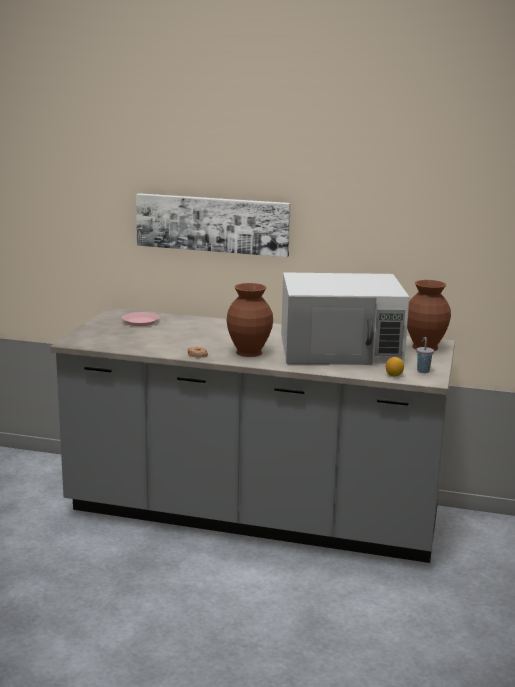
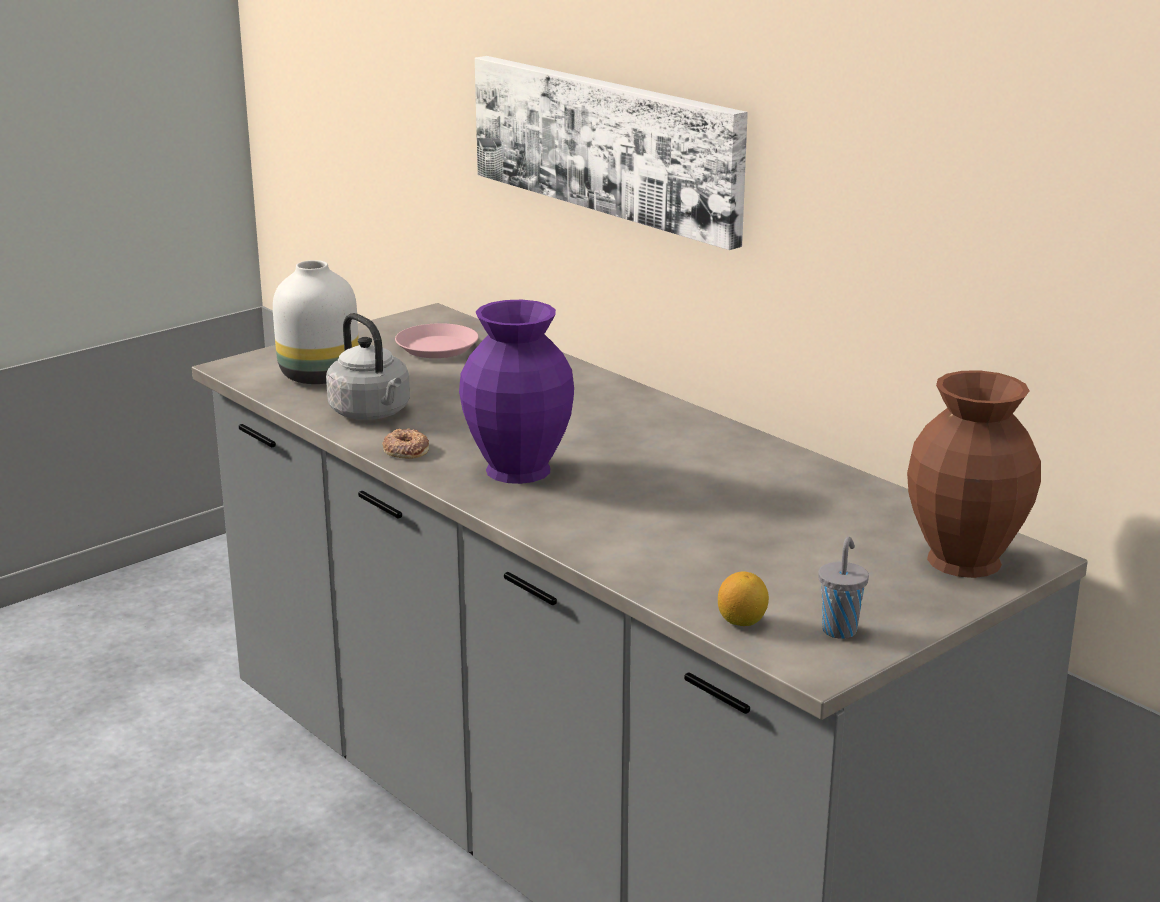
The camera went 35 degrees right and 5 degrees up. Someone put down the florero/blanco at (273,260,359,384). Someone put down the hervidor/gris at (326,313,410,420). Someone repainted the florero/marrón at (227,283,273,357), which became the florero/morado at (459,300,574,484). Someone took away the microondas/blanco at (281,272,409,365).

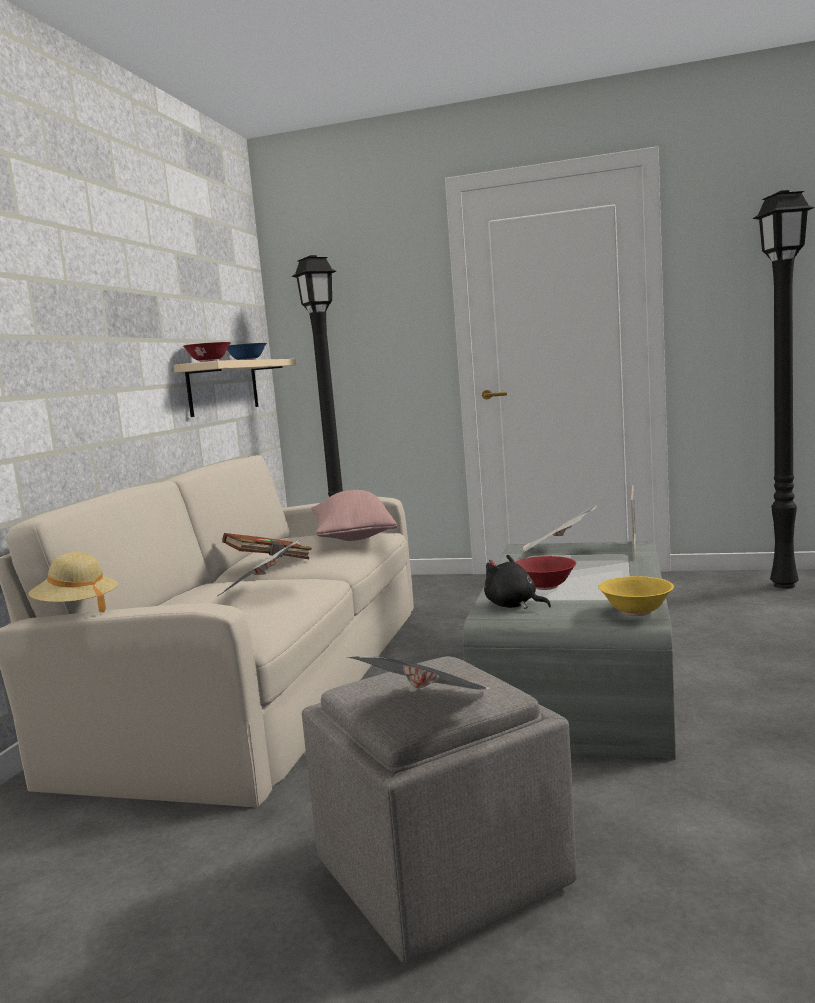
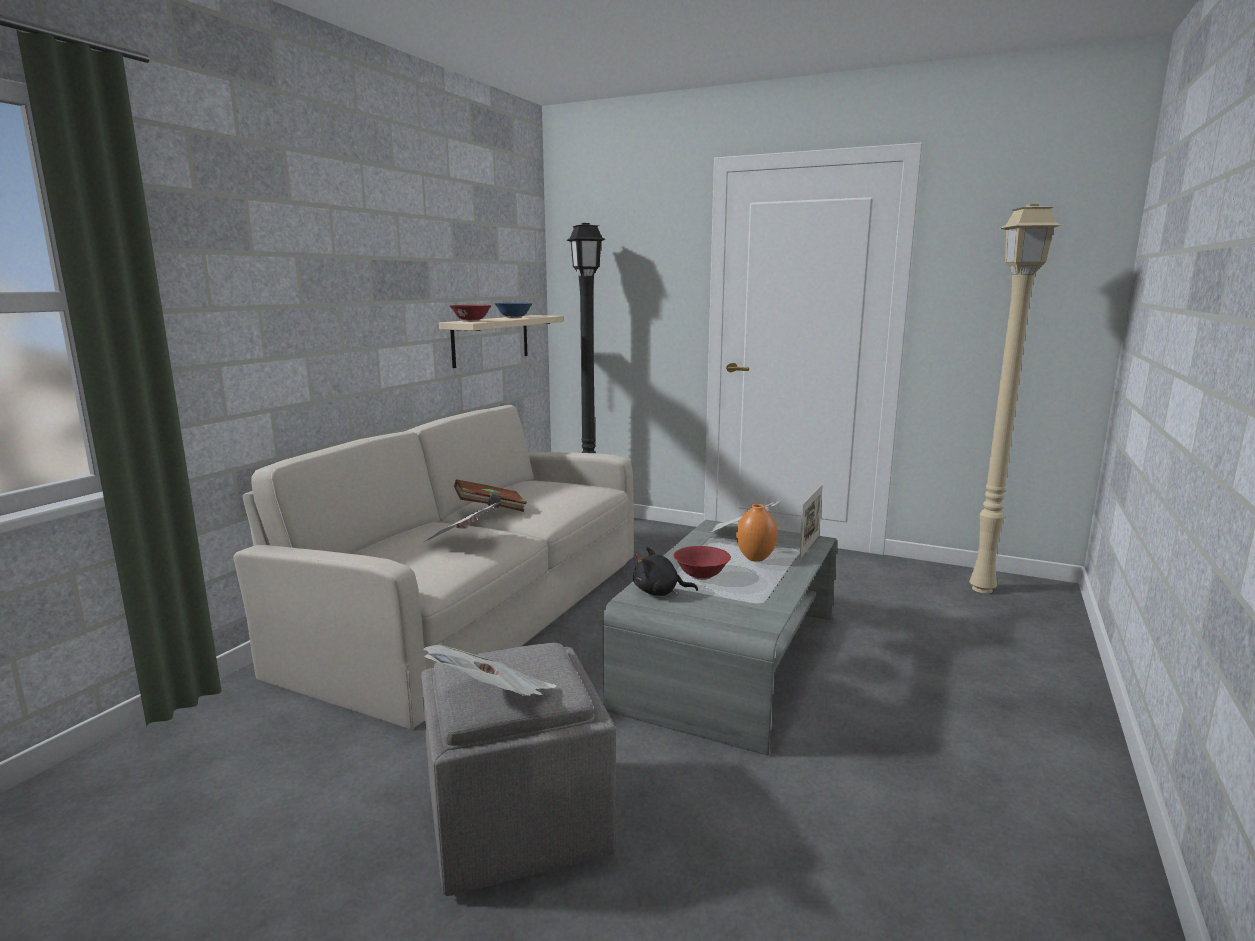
The camera went 10 degrees right and 5 degrees up. Someone rotated the peluche/negro at (484,555,551,609) by 45 degrees counterclockwise. Someone put down the florero/naranja at (736,504,778,562). Someone repainted the lámpara de pie/negro at (753,190,815,589), which became the lámpara de pie/beis at (969,204,1061,593). Someone took away the sombrero/beis at (28,552,118,612). Someone took away the cojín/rosa at (311,490,397,541). Someone took away the cuenco/amarillo at (598,576,674,616).

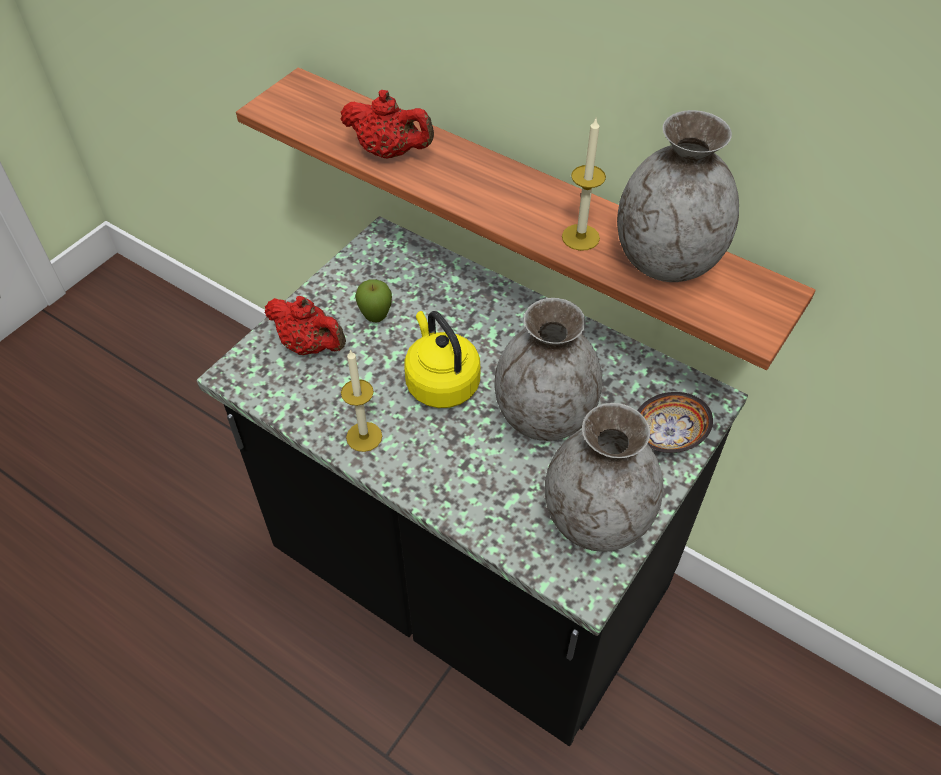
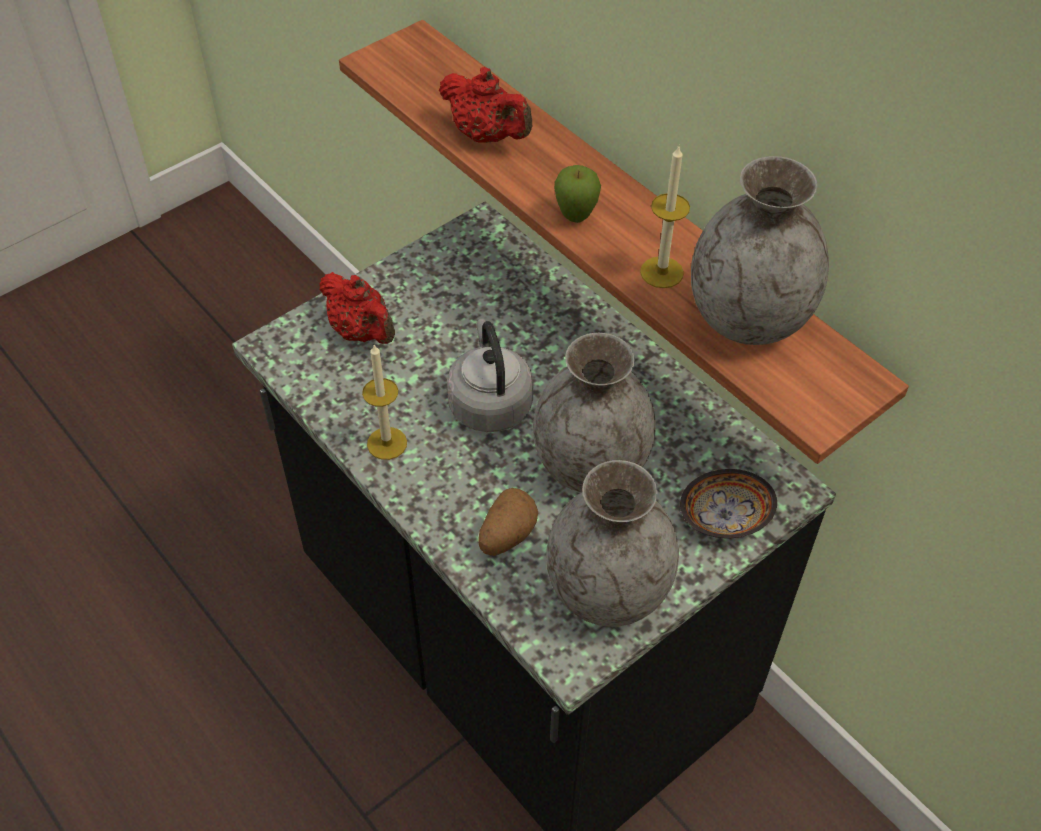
The camera went 15 degrees right and 0 degrees up. Someone repainted the hervidor/amarillo at (404,311,480,408), which became the hervidor/gris at (447,318,533,432). Someone put down the patata at (478,488,538,556). Someone carried the manzana from (355,279,392,322) to (554,165,601,223).

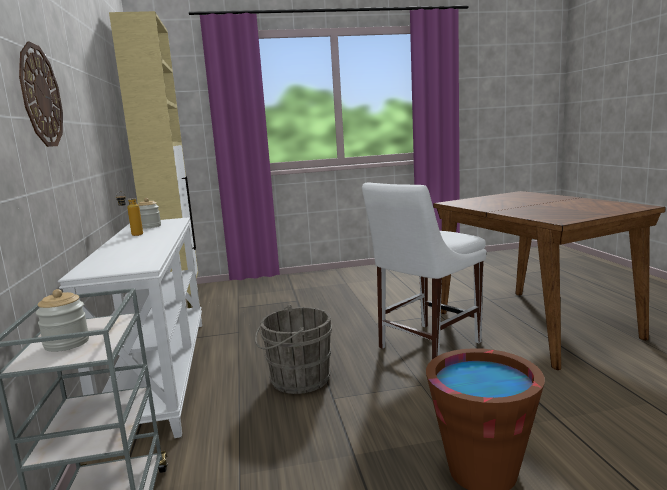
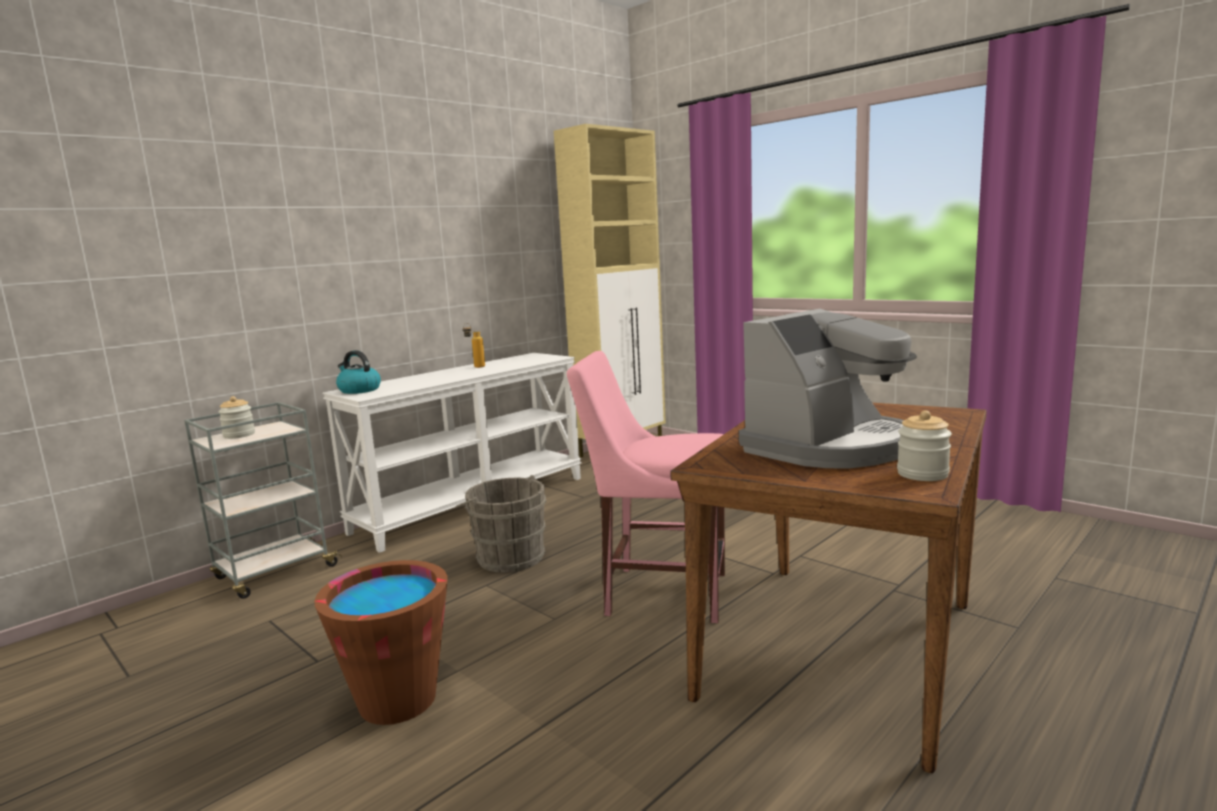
The camera went 55 degrees right and 0 degrees up. Someone put down the hervidor at (336,350,381,394). Someone repainted the silla/blanco at (362,183,487,359), which became the silla/rosa at (567,351,725,623). Someone put down the cafetera at (739,309,917,469). Someone carried the tarro from (138,198,161,229) to (897,410,952,481). Someone took away the reloj de pared at (19,41,63,147).

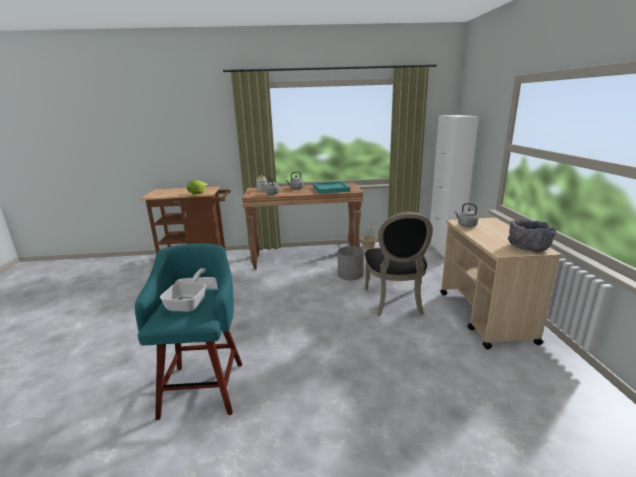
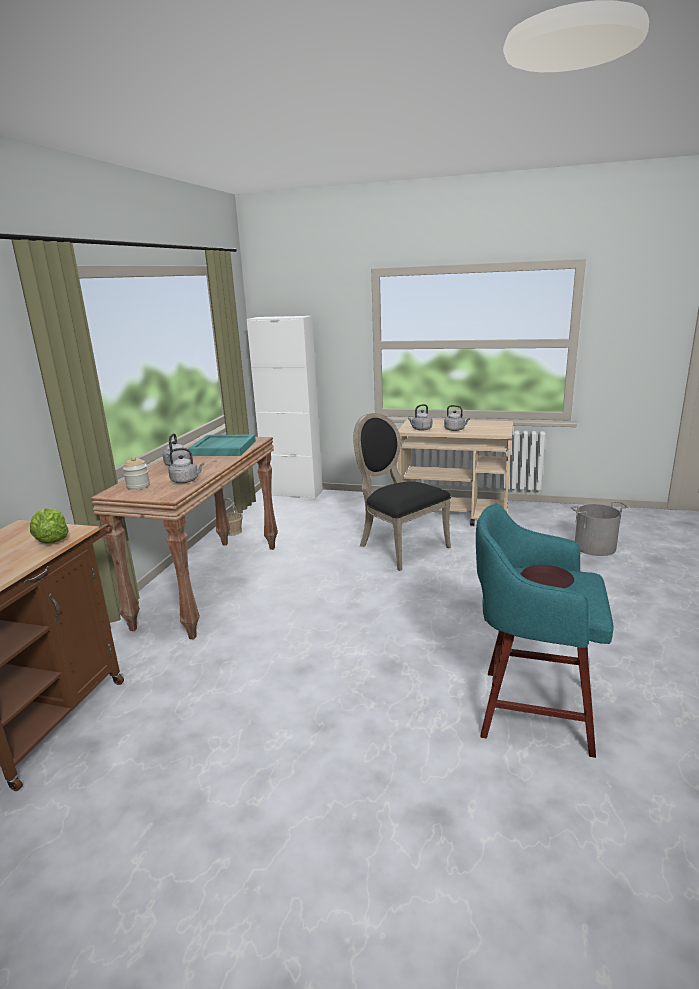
The camera went 70 degrees left and 0 degrees up. Someone rotated the silla/negro at (365,212,433,316) by 150 degrees counterclockwise. Someone put down the hervidor/gris at (444,405,470,431). Someone swapped the sartén at (160,268,206,312) for the plato/marrón at (521,565,574,588). Someone carried the cubo/gris from (337,242,365,280) to (570,501,629,556). Someone took away the cuenco/gris at (508,220,556,252).

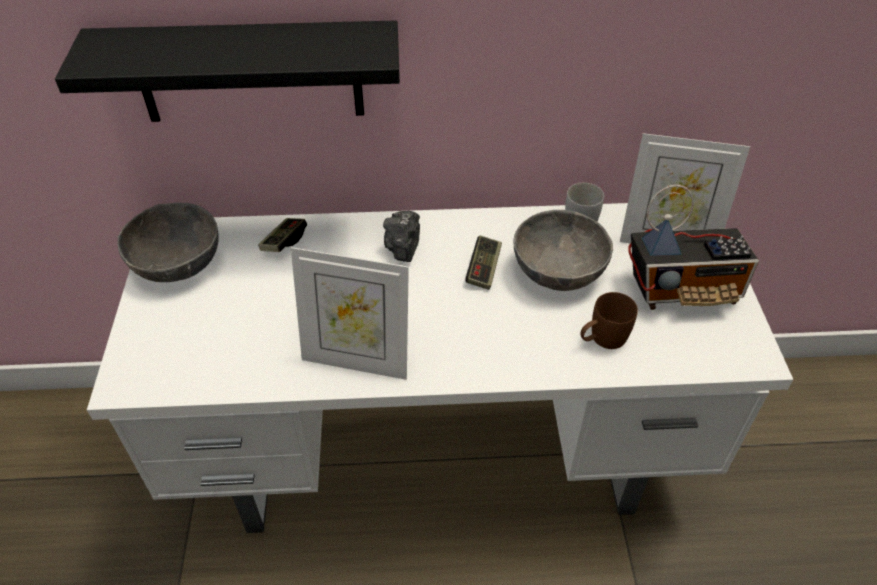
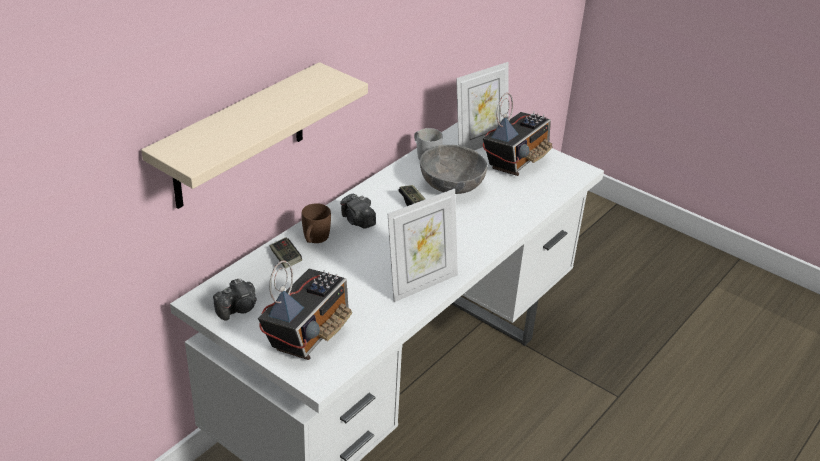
The camera went 50 degrees left and 10 degrees down. Someone repainted the estante/negro at (55,20,400,122), which became the estante/beis at (141,62,368,209). Someone swapped the cuenco/gris at (117,202,219,282) for the cámara at (213,279,257,321). Someone put down the radio at (258,261,352,360). Someone carried the taza grande/marrón from (580,292,638,349) to (302,203,331,243).

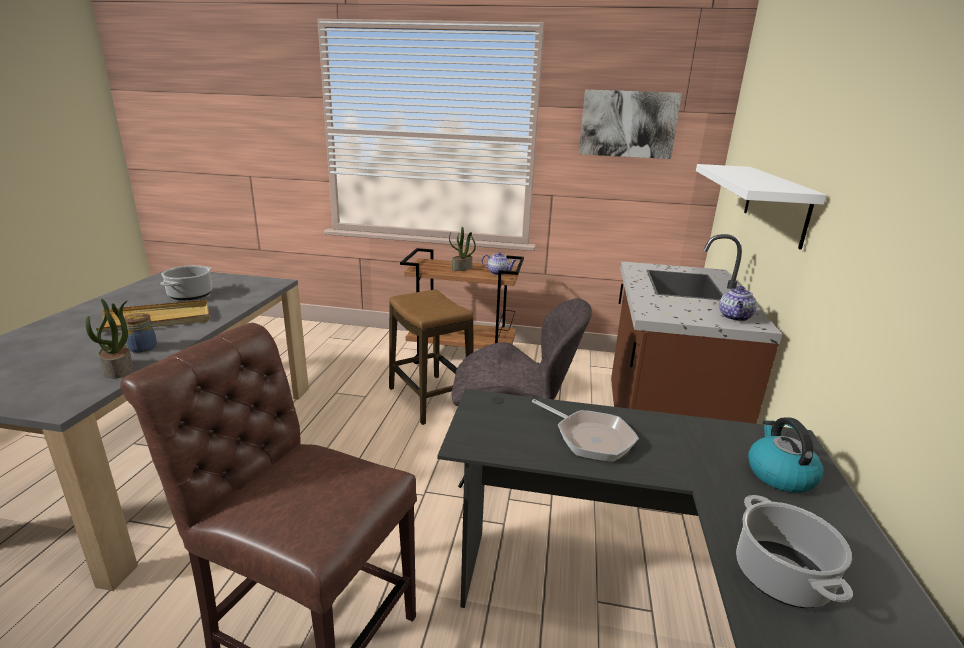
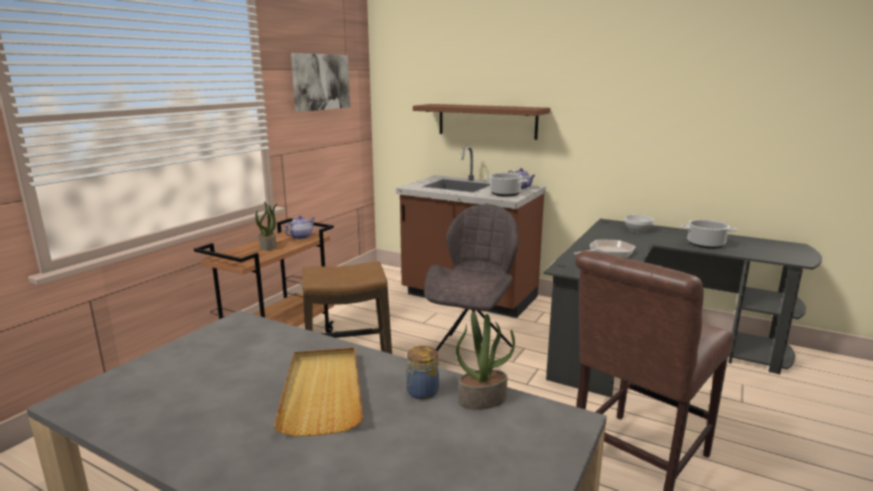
The camera went 70 degrees left and 5 degrees down. Someone repainted the estante/blanco at (696,164,827,250), which became the estante/marrón at (413,104,551,140). Someone carried the olla from (160,265,212,300) to (484,173,528,197). Someone swapped the hervidor at (748,417,823,493) for the cuenco at (625,215,654,233).

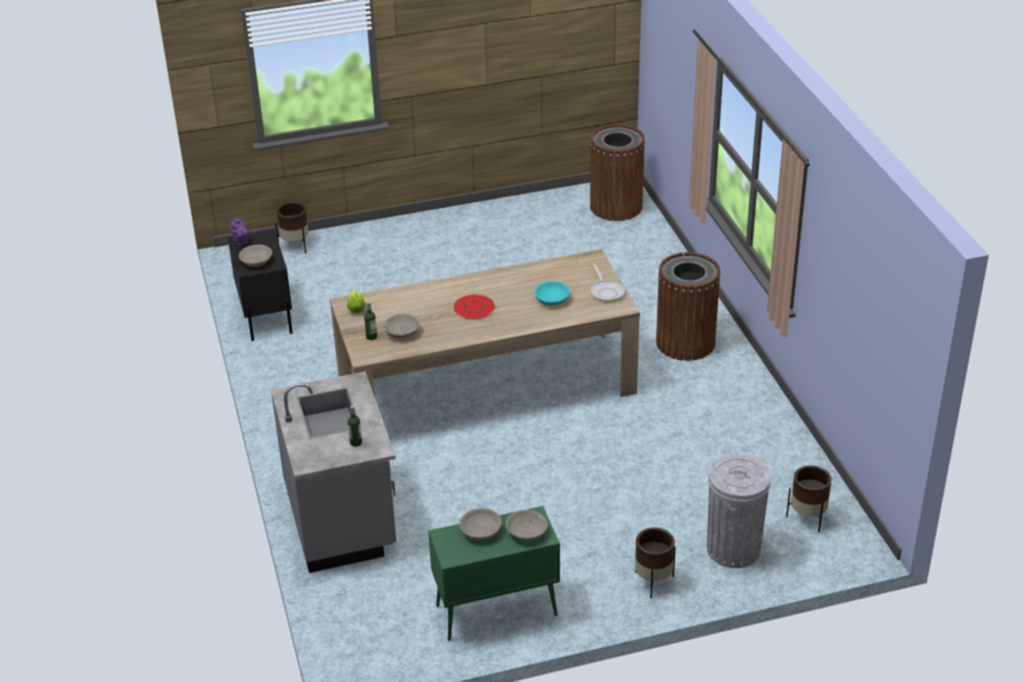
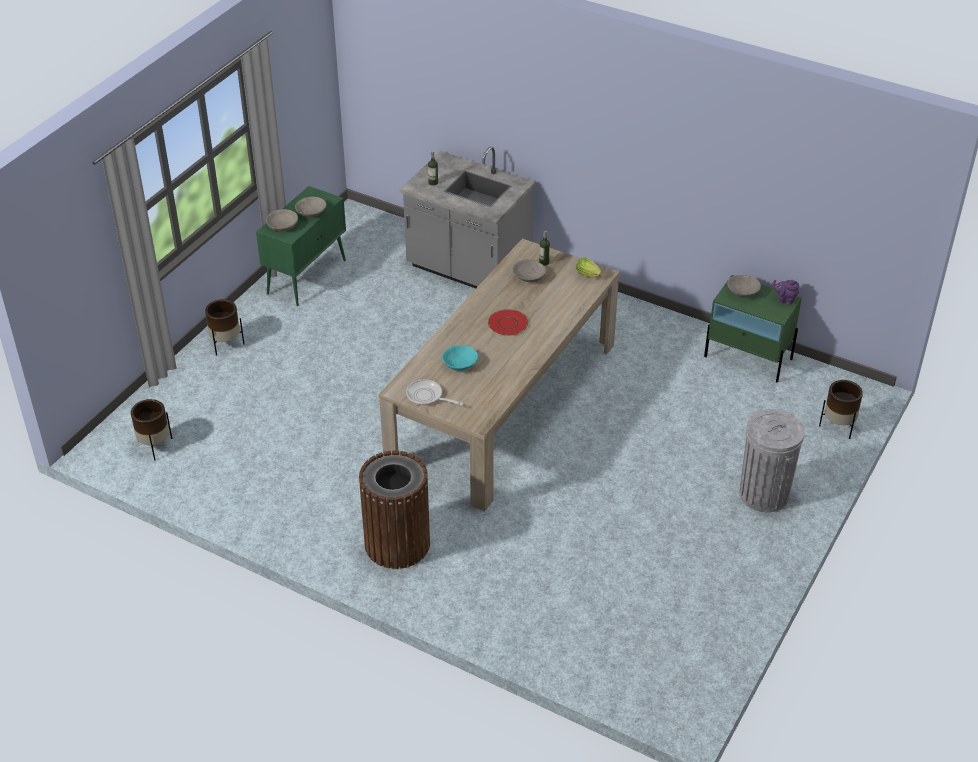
The camera went 135 degrees right and 5 degrees up. Someone repainted the mesita de noche/negro at (228,229,293,341), which became the mesita de noche/verde at (704,275,802,382). Someone carried the papelera/gris from (707,454,771,568) to (739,409,805,512). Someone took away the papelera/marrón at (590,124,645,221).

